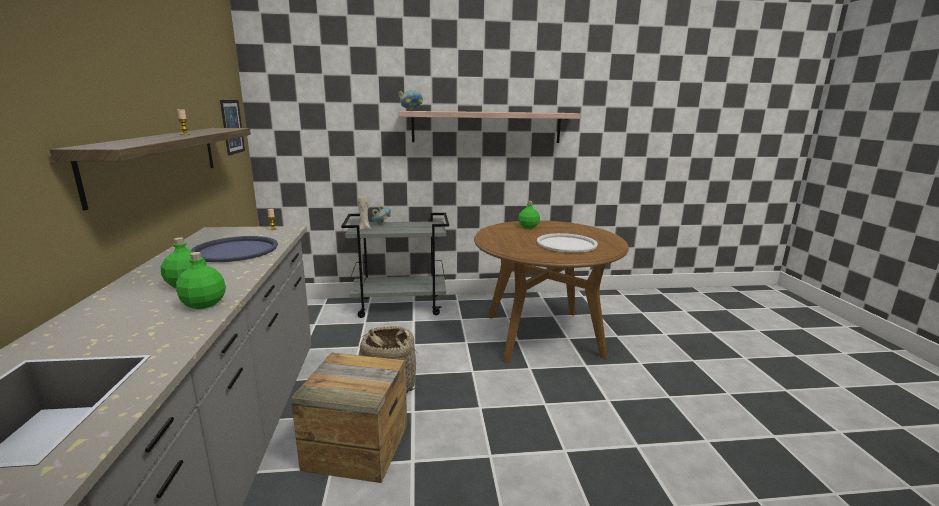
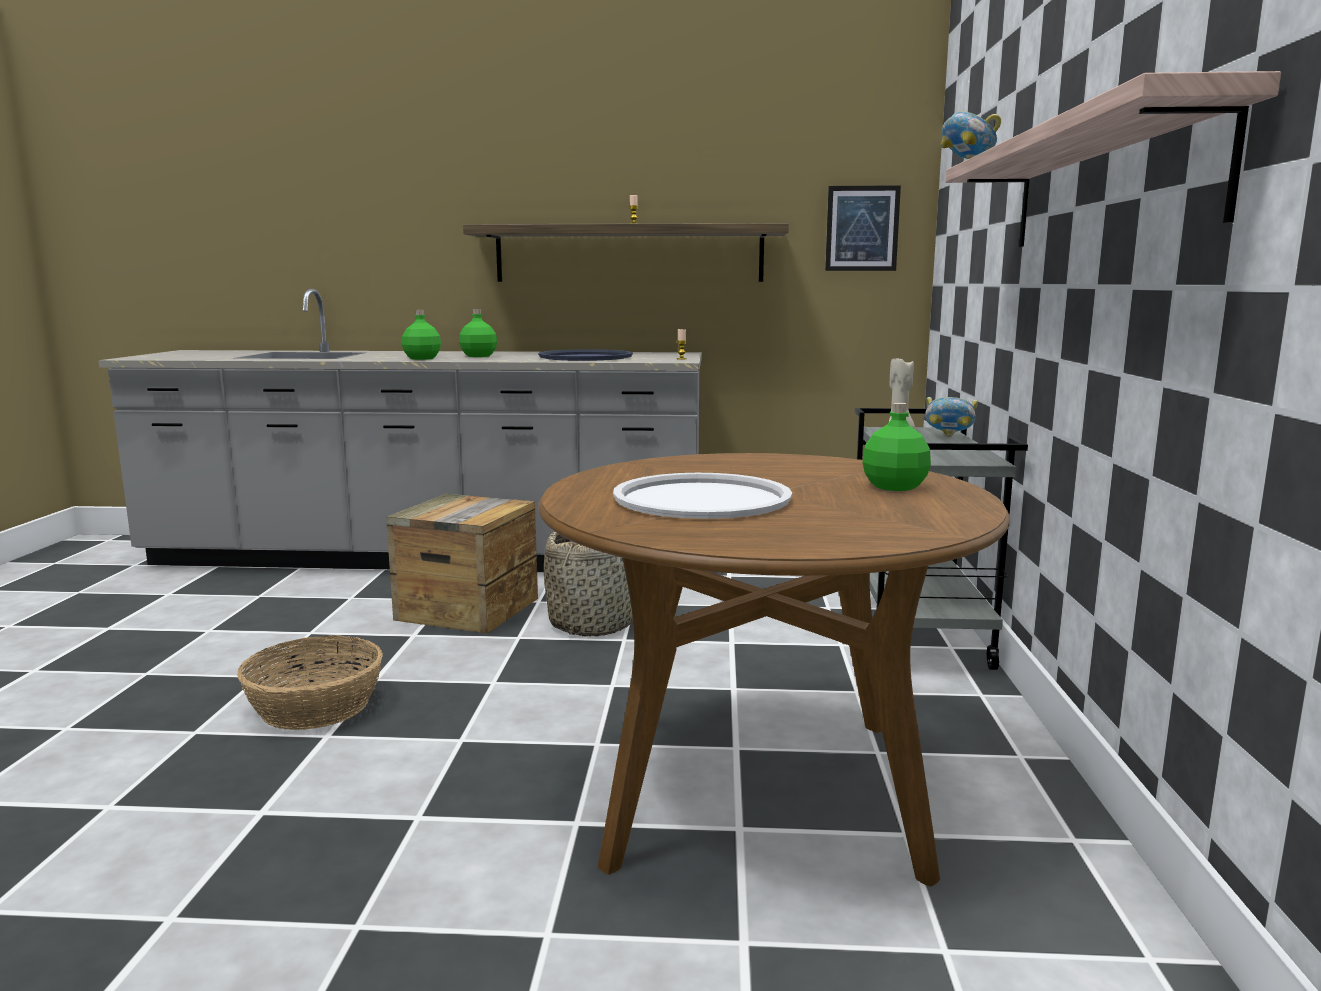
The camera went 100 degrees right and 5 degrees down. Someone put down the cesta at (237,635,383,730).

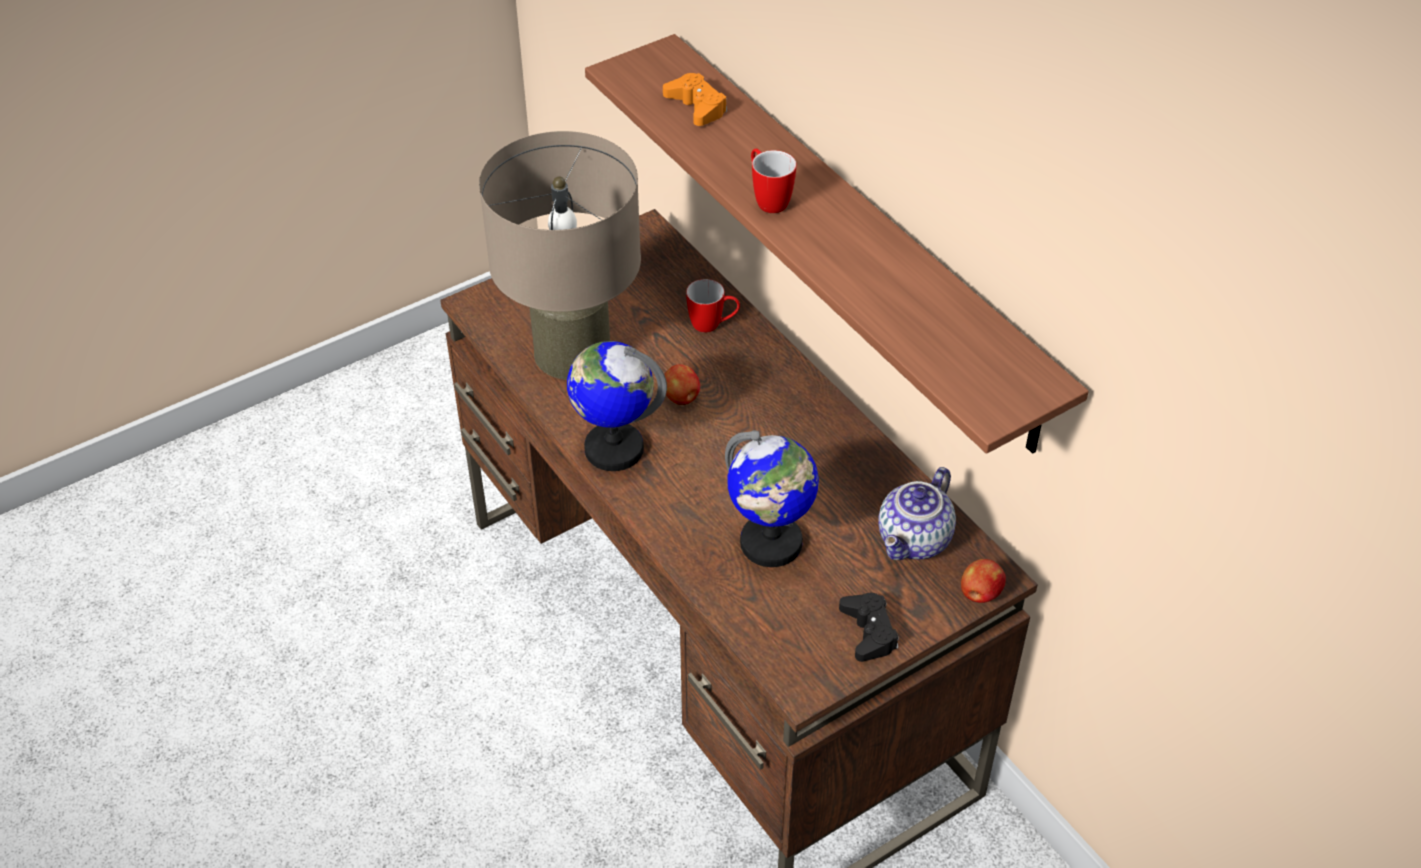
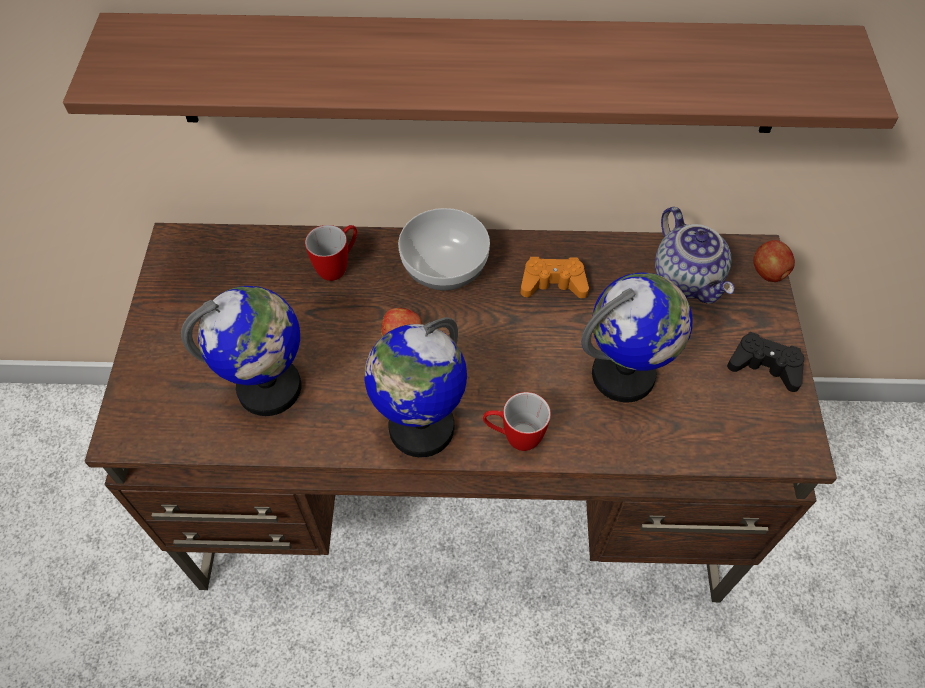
The camera went 55 degrees left and 10 degrees up. Someone swapped the lámpara de mesa/beis at (479,131,641,380) for the globo terráqueo at (181,286,301,416). Someone put down the cuenco at (398,208,490,291). Someone carried the taza grande from (751,149,797,213) to (483,392,551,451). Someone carried the mando de consola/naranja from (663,73,727,126) to (521,257,589,298).

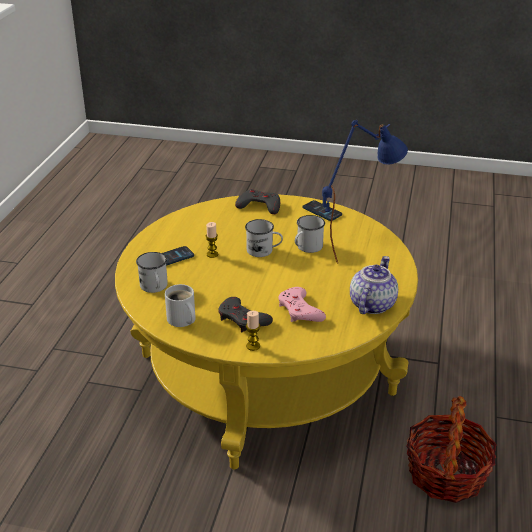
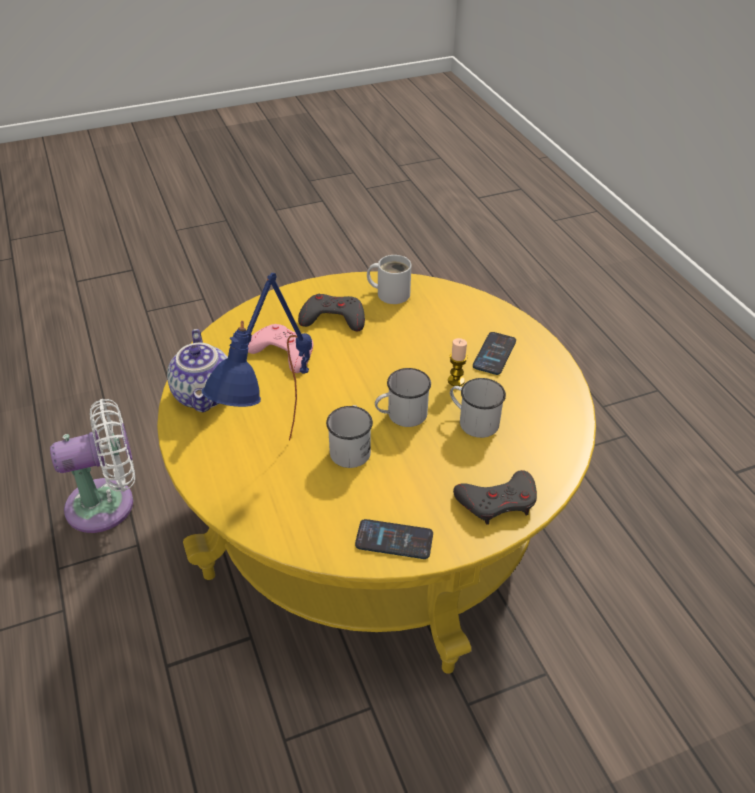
The camera went 145 degrees right and 10 degrees up. Someone swapped the cesta at (406,396,497,503) for the ventilador/blanco at (50,399,135,533). Someone carried the taza grande/blanco from (136,252,168,293) to (450,378,506,438). Someone took away the vela at (246,311,260,351).

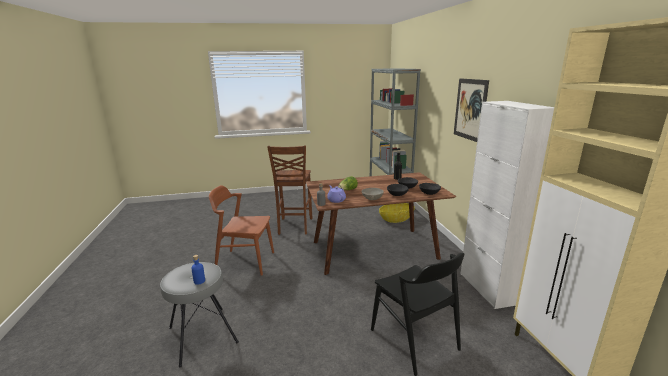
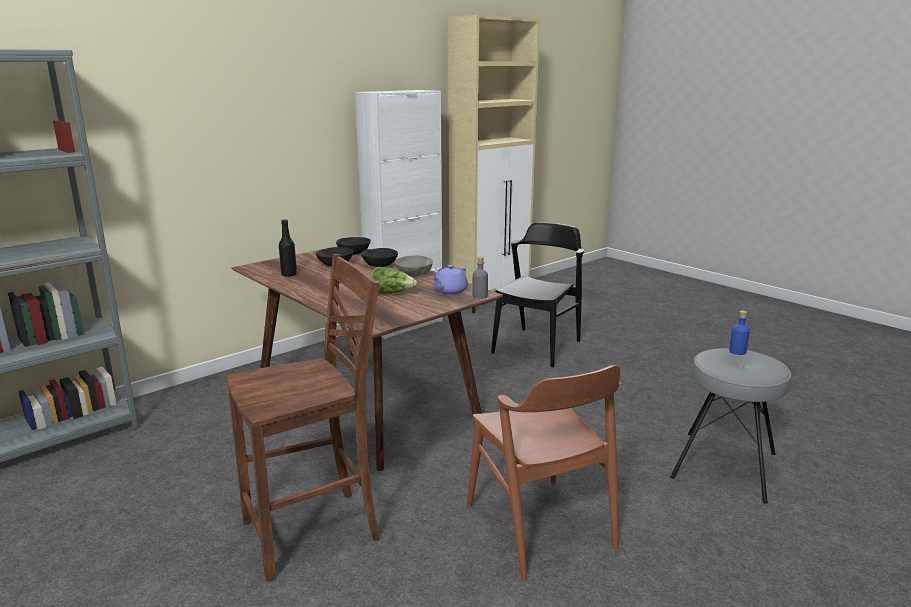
The camera went 120 degrees left and 0 degrees up. Someone took away the cesta at (379,203,415,223). Someone took away the cuadro at (454,78,489,142).

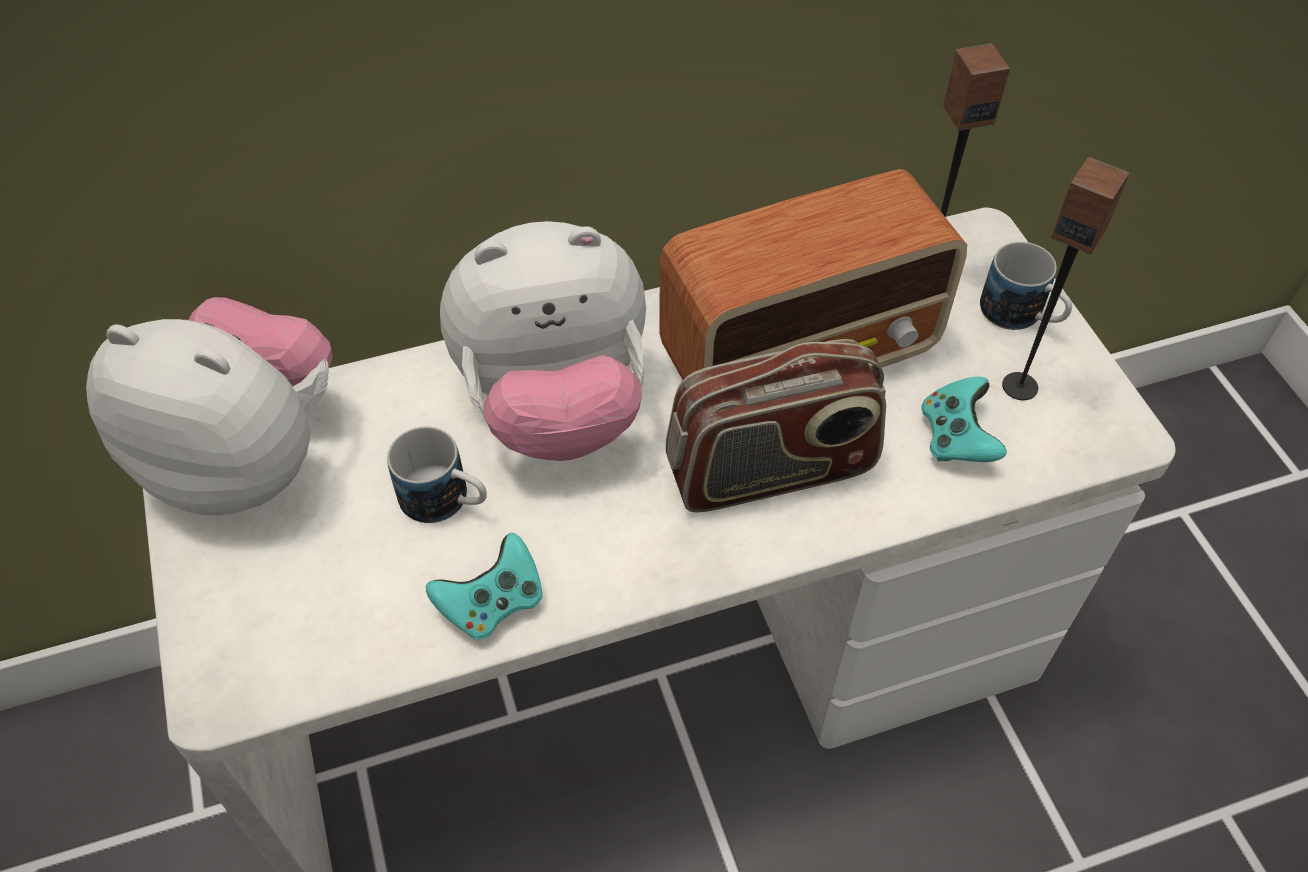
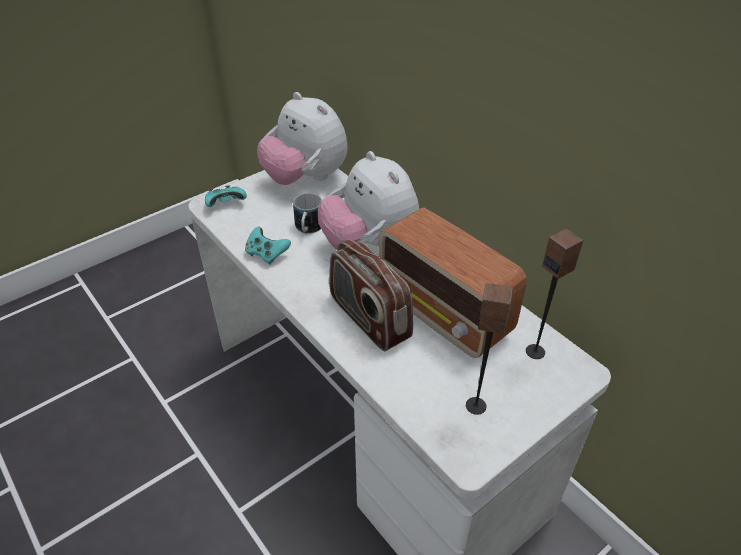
The camera went 70 degrees right and 10 degrees down. Someone carried the mando de consola/turquesa from (922,377,1007,462) to (205,185,247,207). Someone rotated the peluche at (86,297,333,515) by 135 degrees clockwise. Someone took away the taza grande at (980,242,1072,330).

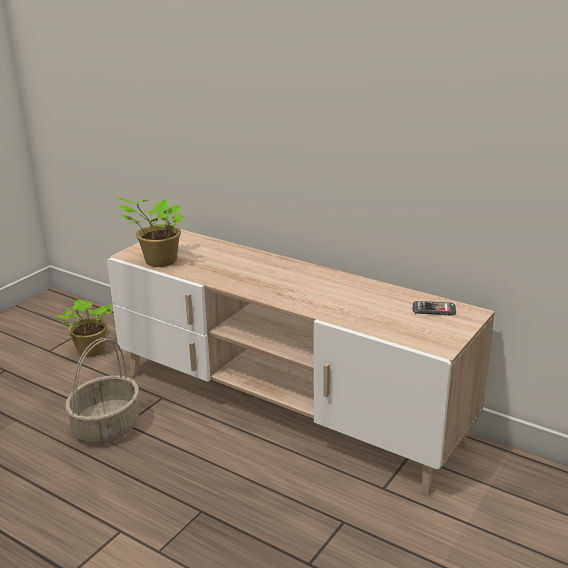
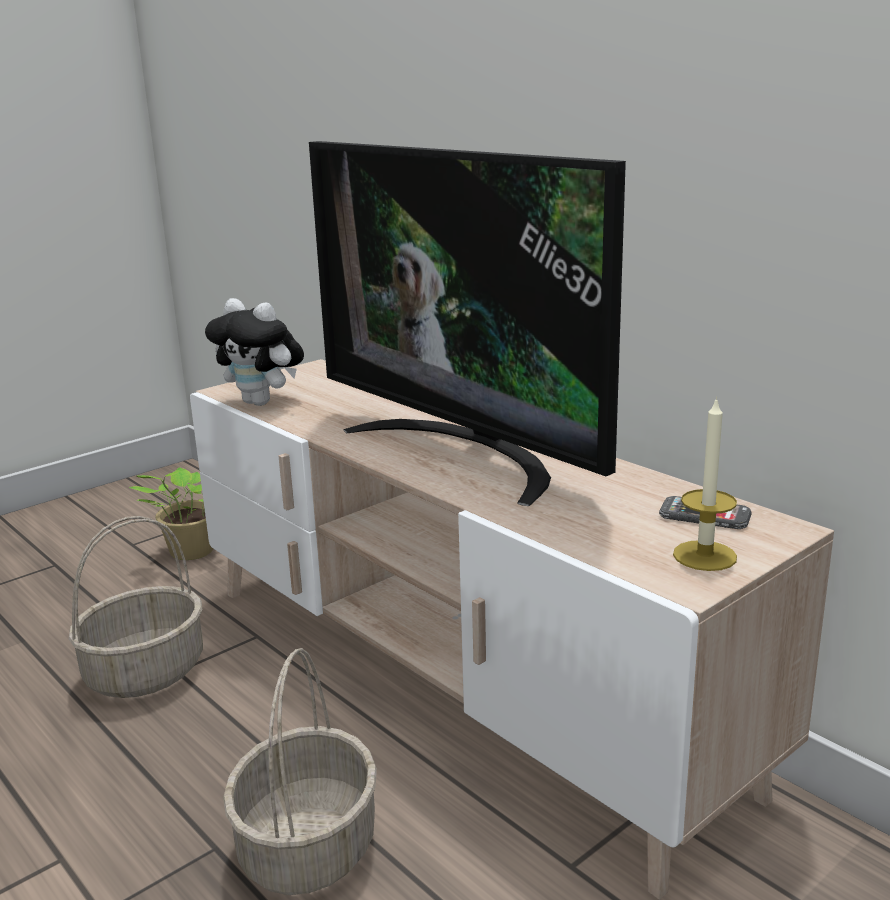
The camera went 15 degrees right and 5 degrees down. Someone swapped the planta en maceta at (117,198,184,267) for the peluche at (205,298,304,406). Someone put down the cesta at (223,648,377,895). Someone put down the televisor at (309,141,626,506). Someone put down the vela at (673,396,737,571).

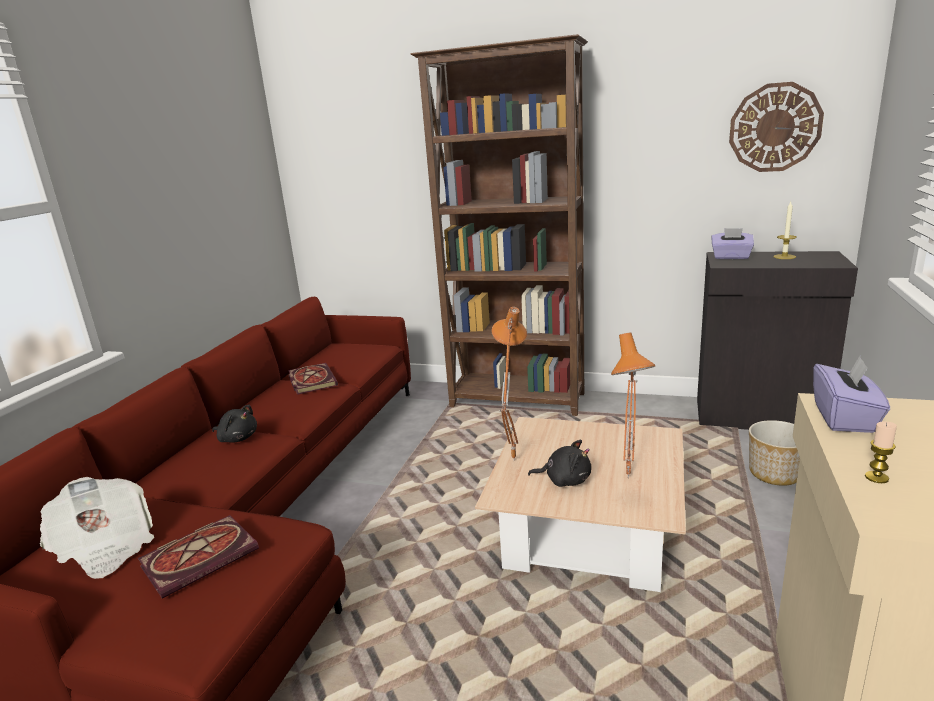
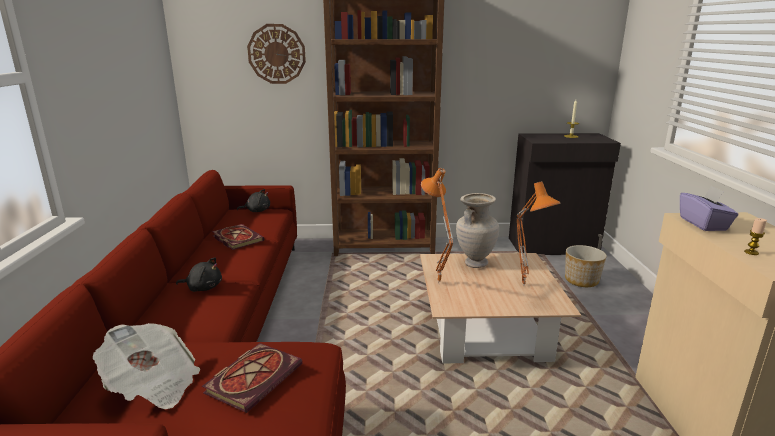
The camera went 20 degrees left and 0 degrees up. Someone carried the peluche/negro from (528,440,592,487) to (237,189,270,212). Someone carried the reloj de pared from (729,82,824,172) to (247,24,306,84). Someone put down the florero/beis at (456,193,499,268). Someone took away the caja de pañuelos/morado at (711,228,754,259).

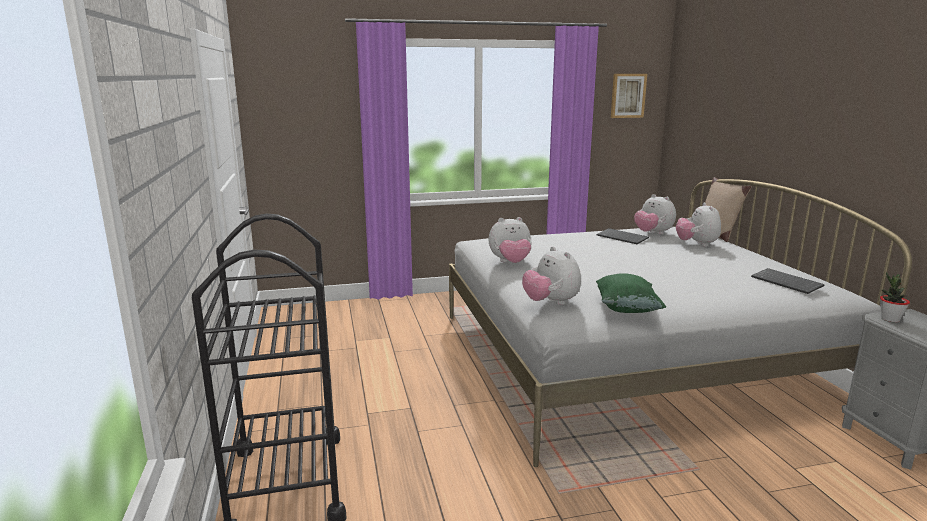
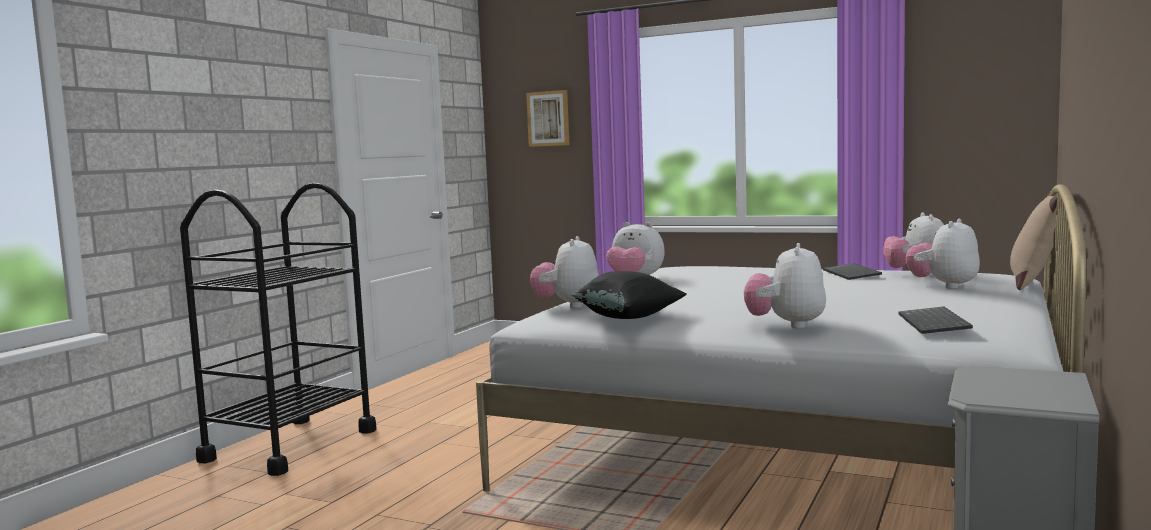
The camera went 40 degrees right and 10 degrees down. Someone carried the cuadro from (611,74,647,118) to (526,90,570,147). Someone repainted the cojín/verde at (596,273,666,313), which became the cojín/negro at (572,271,687,319). Someone put down the peluche at (744,243,826,329). Someone took away the planta en maceta at (880,272,910,322).

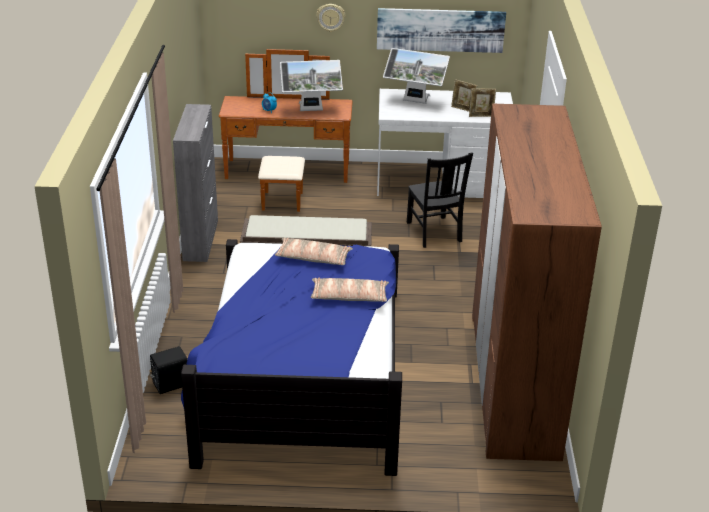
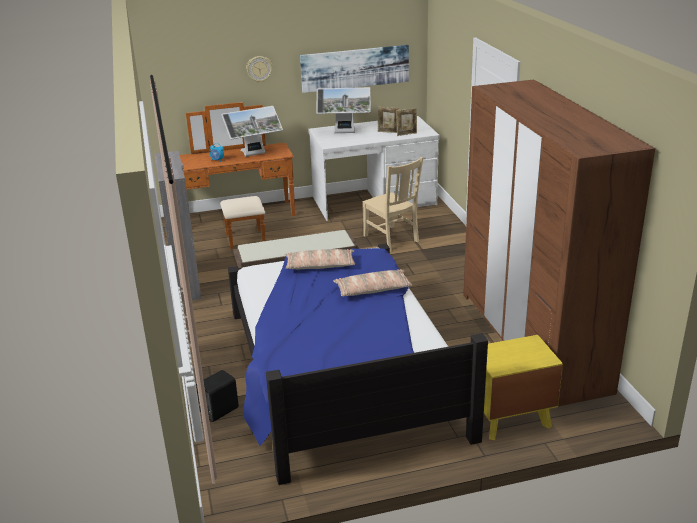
The camera went 15 degrees left and 5 degrees down. Someone repainted the silla/negro at (407,152,473,248), which became the silla/beis at (363,157,424,252). Someone put down the mesita de noche/amarillo at (484,335,563,440).

